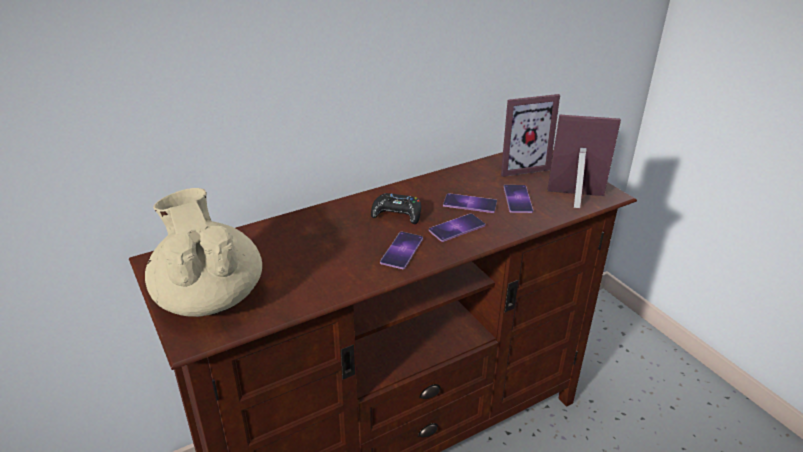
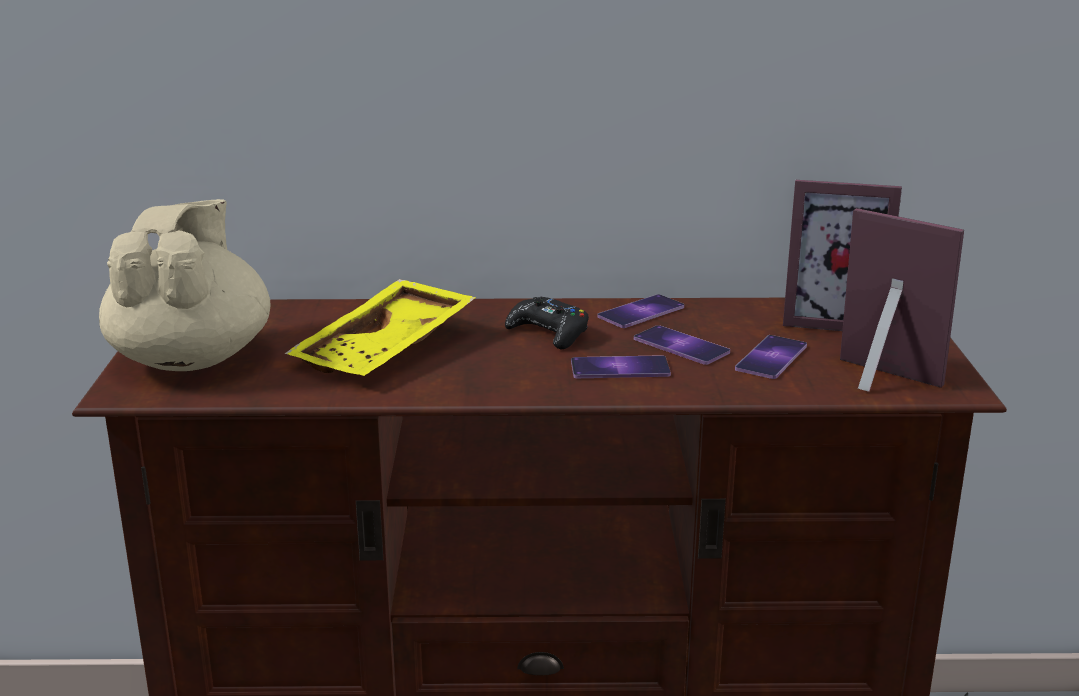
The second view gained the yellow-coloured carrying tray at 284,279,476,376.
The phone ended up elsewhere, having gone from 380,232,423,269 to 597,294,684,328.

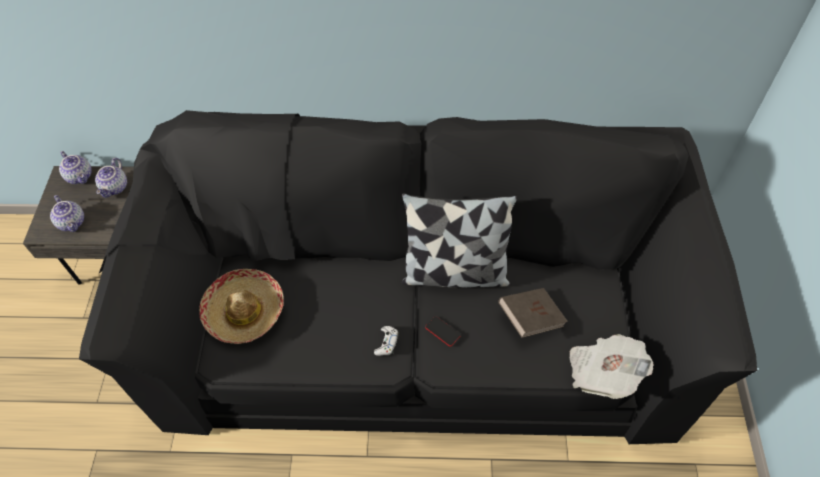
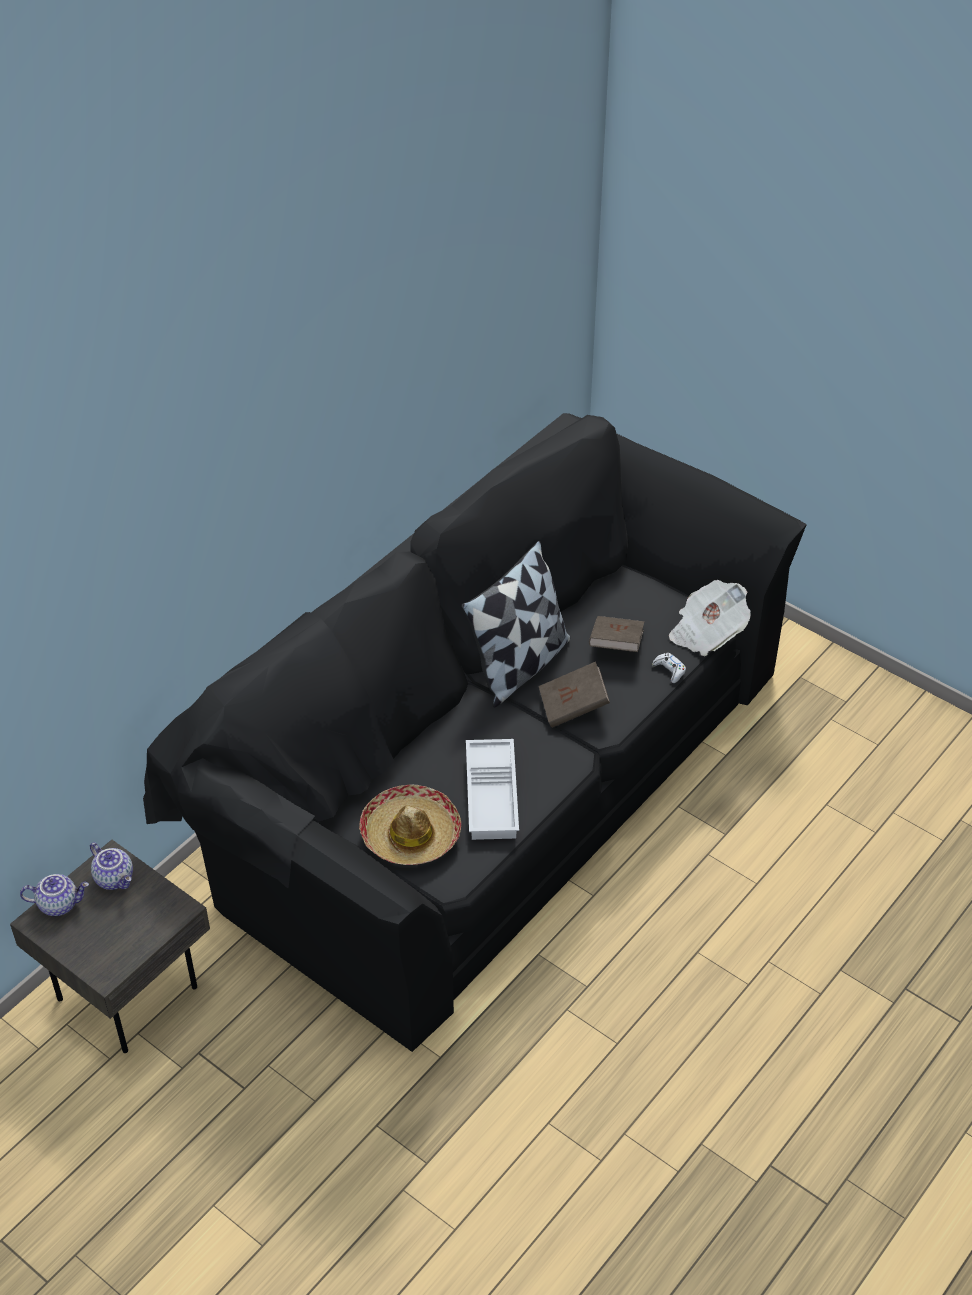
The second view lost the tea pot at 50,195,84,232.
The second view gained the white carrying tray at 466,739,519,840.
The white joypad ended up elsewhere, having gone from 374,326,399,356 to 652,653,686,683.
Where the phone stood at 425,316,461,347, the brown volume came to stand at 539,662,610,728.

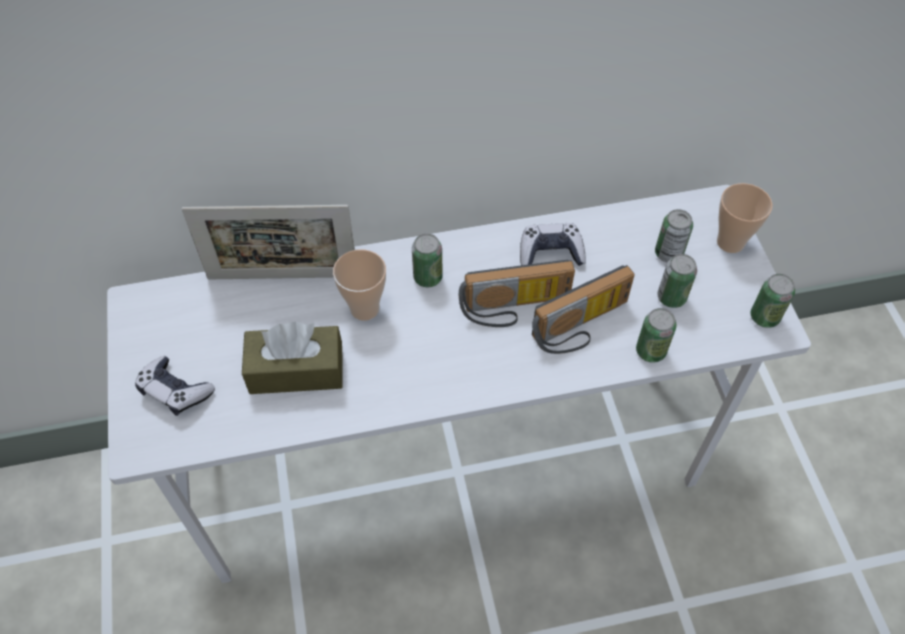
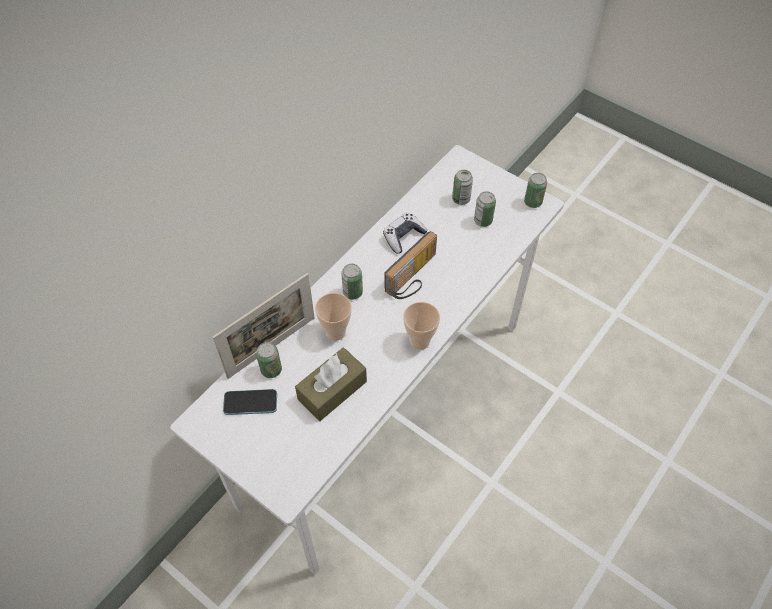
The second view lost the joypad at 135,356,215,416.
The second view lost the radio set at 532,265,635,354.
The second view gained the phone at 223,389,277,415.
The metal can ended up elsewhere, having gone from 636,308,677,363 to 256,342,282,378.
The cup ended up elsewhere, having gone from 717,183,773,253 to 403,302,440,350.

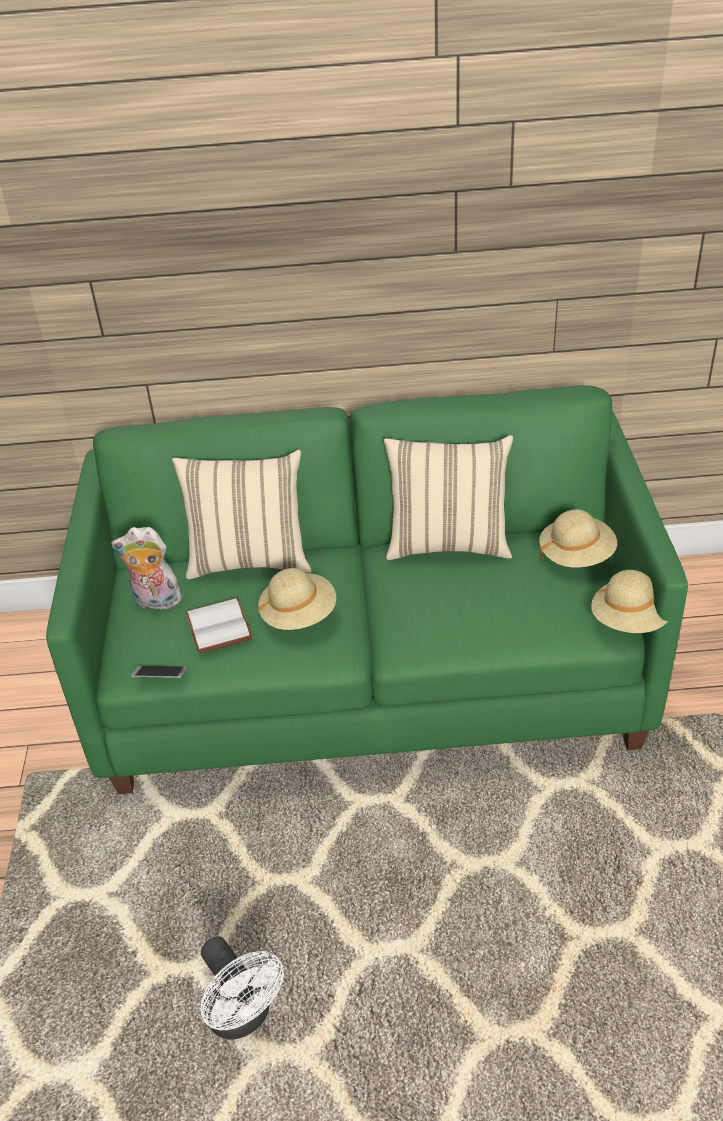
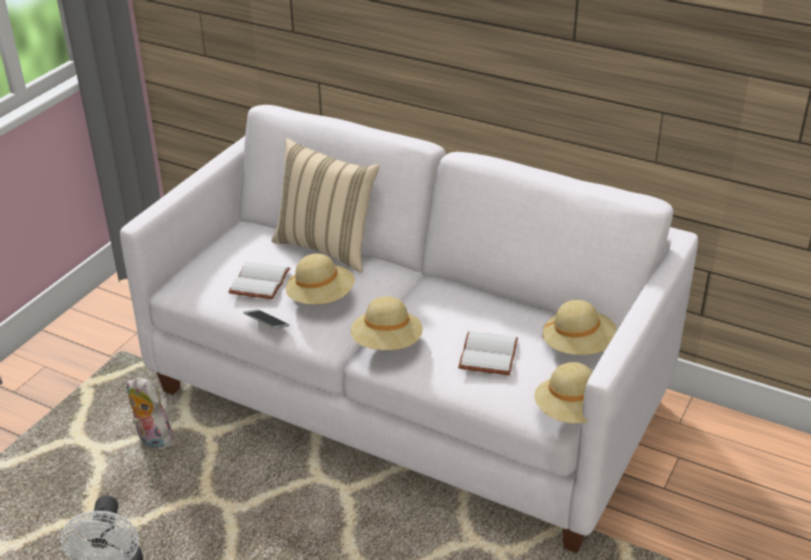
The second view lost the beige-coloured throw pillow at 384,435,513,560.
The second view gained the beige-coloured hat at 351,296,423,350.
The second view gained the white volume at 458,331,518,375.
The cuddly toy ended up elsewhere, having gone from 111,527,187,610 to 126,377,178,450.
The phone ended up elsewhere, having gone from 131,666,187,678 to 243,309,290,329.
What was the green-coloured sofa at 46,385,688,794 turned into the white sofa at 120,105,698,553.

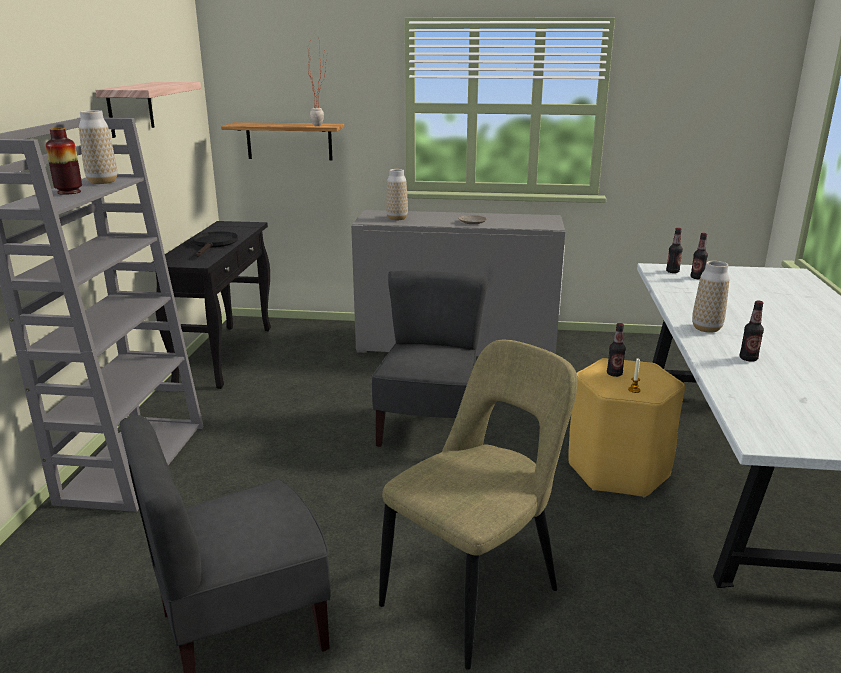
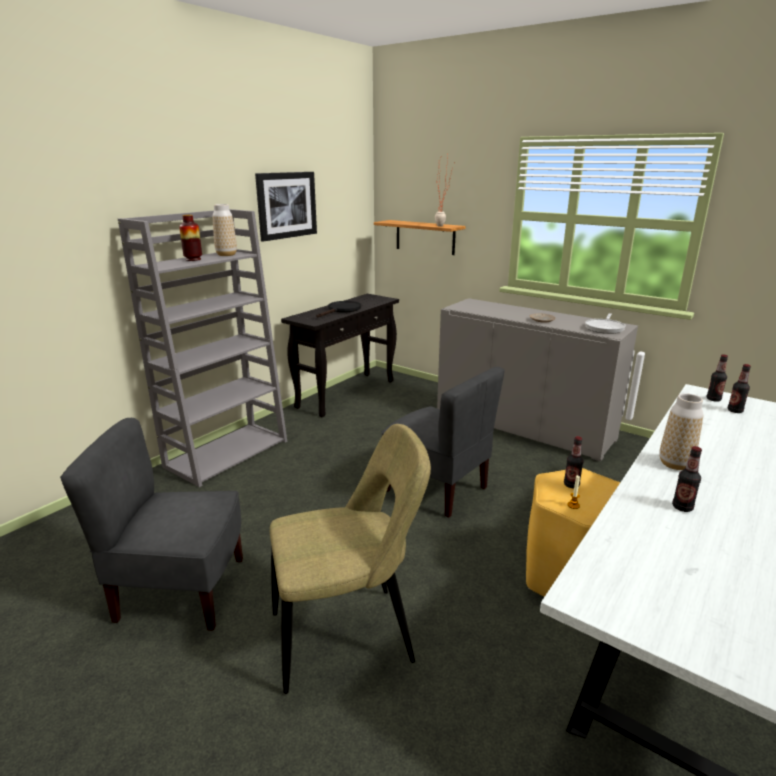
The second view lost the vase at 386,169,408,220.
The second view gained the pan at 585,313,626,334.
Where the bracket shelf hung at 95,82,201,138, the wall art came to hang at 255,172,317,242.
The greyish plain chair at 372,271,488,447 ended up facing another way, 90 degrees clockwise from before.

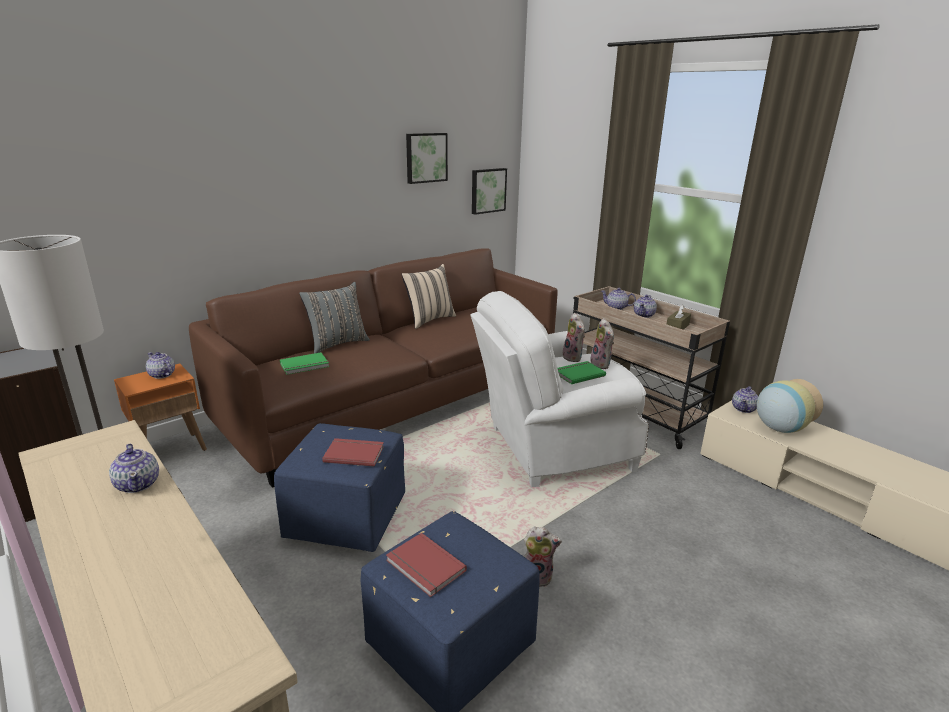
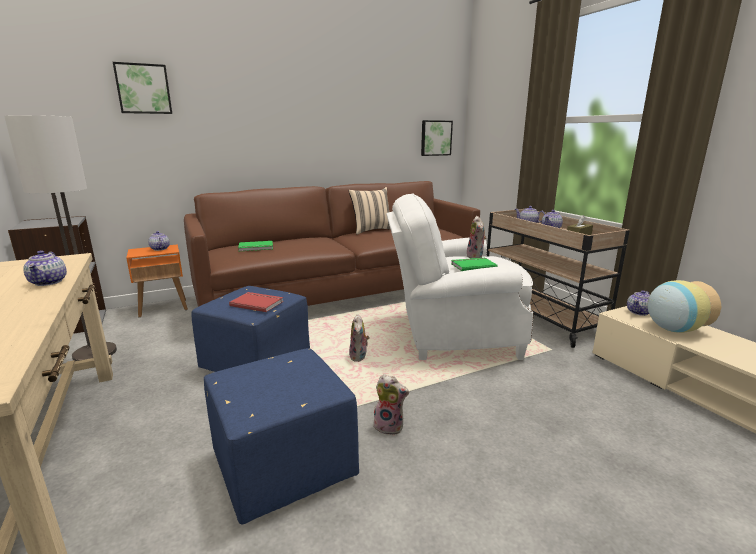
The second view lost the greyish throw pillow at 299,282,370,354.
The second view lost the reddish volume at 386,533,467,597.
The wall art ended up elsewhere, having gone from 406,133,448,184 to 113,62,172,114.
The cuddly toy ended up elsewhere, having gone from 590,318,614,369 to 349,314,369,362.

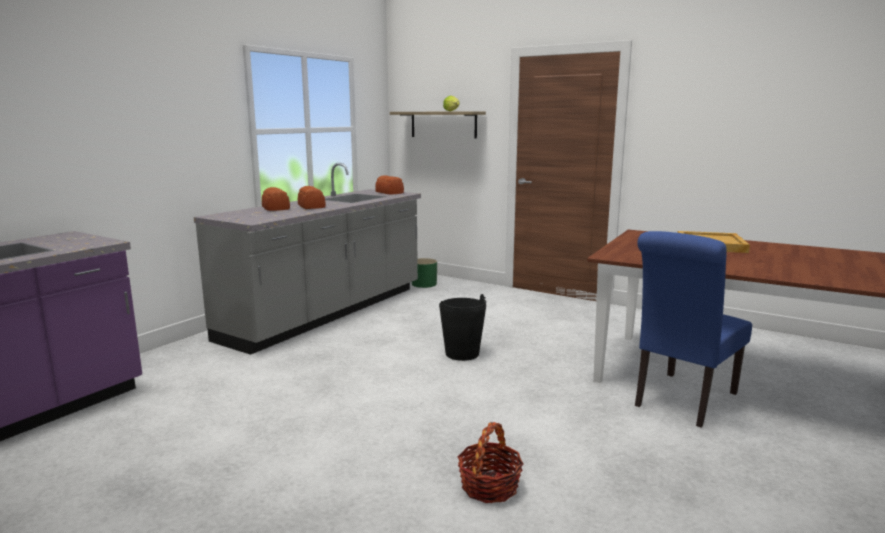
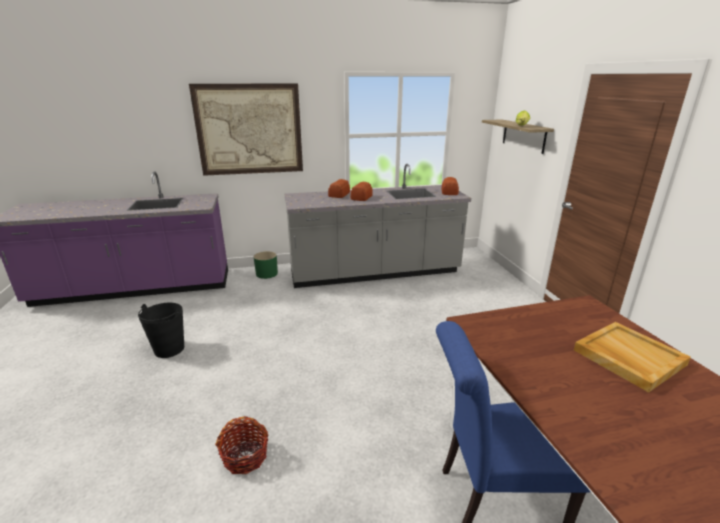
The second view gained the wall art at 189,83,303,176.
The green-coloured plant pot ended up elsewhere, having gone from 412,258,437,288 to 254,251,278,279.
The black-coloured water bucket ended up elsewhere, having gone from 439,294,486,361 to 138,303,184,358.

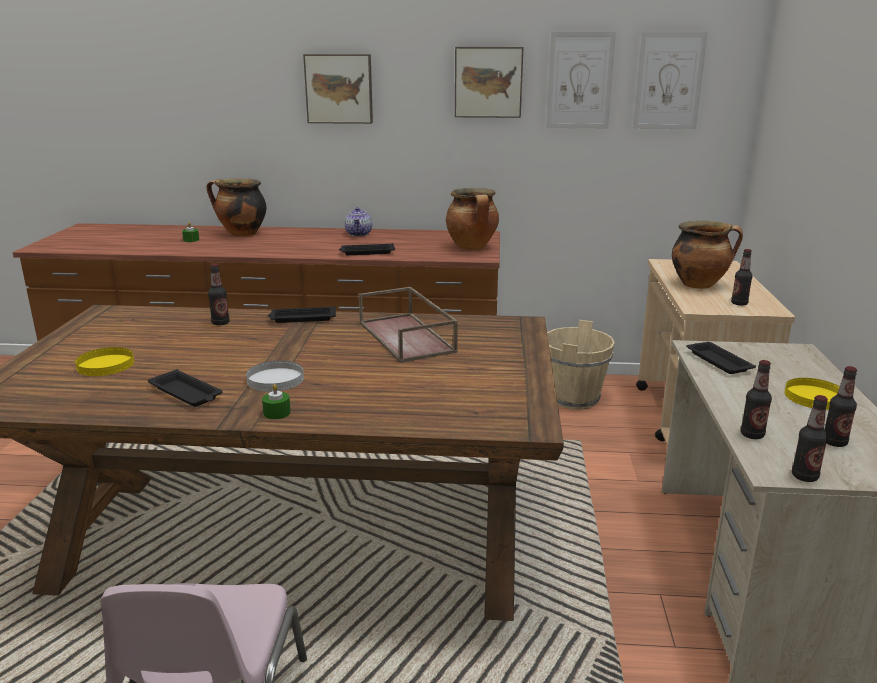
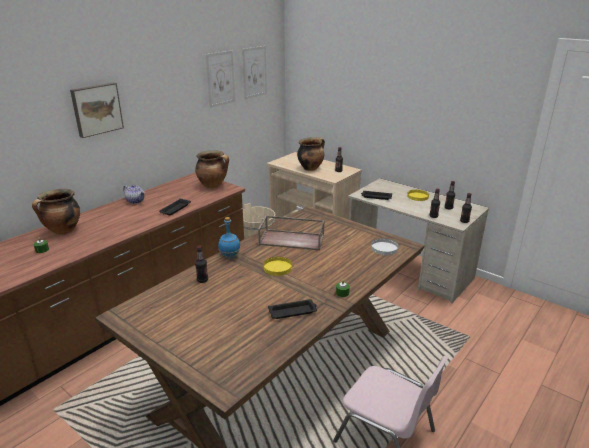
The second view lost the wall art at 455,47,524,118.
The yellow-coloured flat dish ended up elsewhere, having gone from 75,347,134,376 to 263,257,292,276.
The white flat dish ended up elsewhere, having gone from 246,361,304,392 to 371,238,398,255.
Where the black-coloured carrying tray stood at 268,306,336,323, the blue-coloured beverage bottle came to stand at 218,217,240,259.

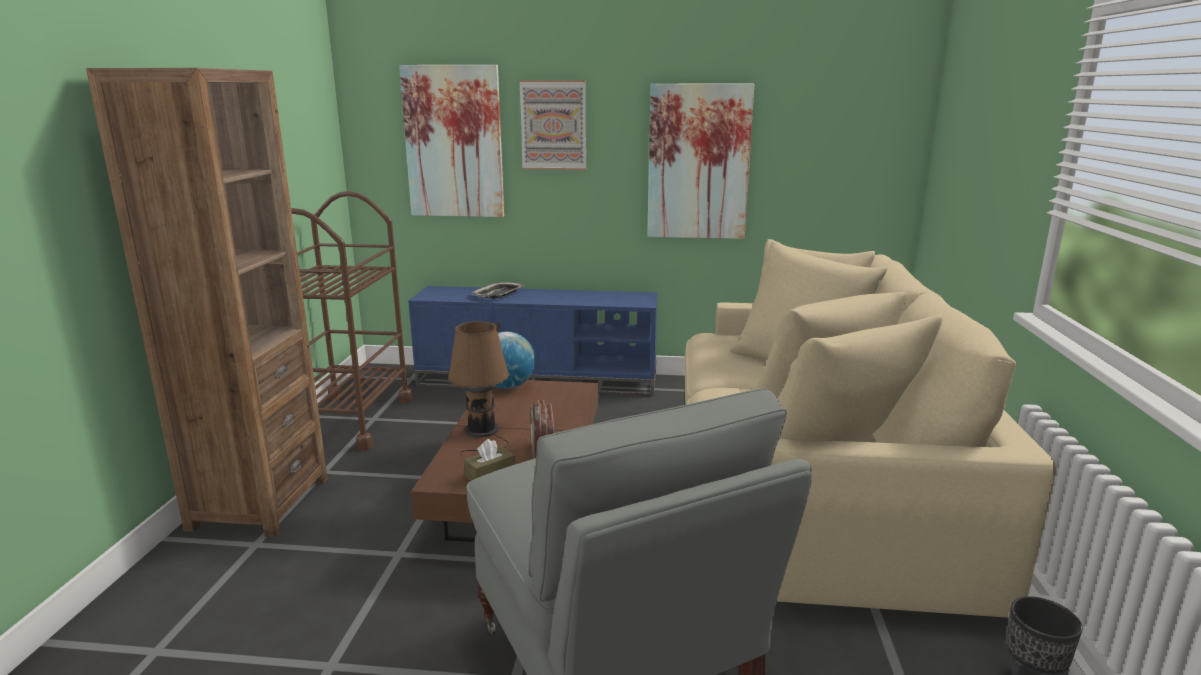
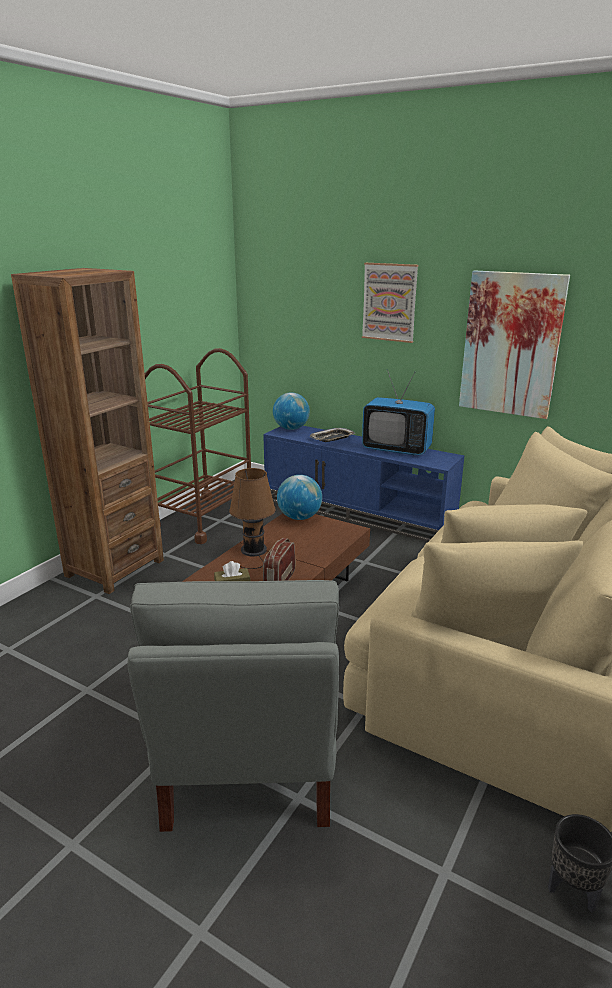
The second view lost the wall art at 399,65,504,217.
The second view gained the world globe at 273,393,310,430.
The second view gained the television at 362,369,435,456.

